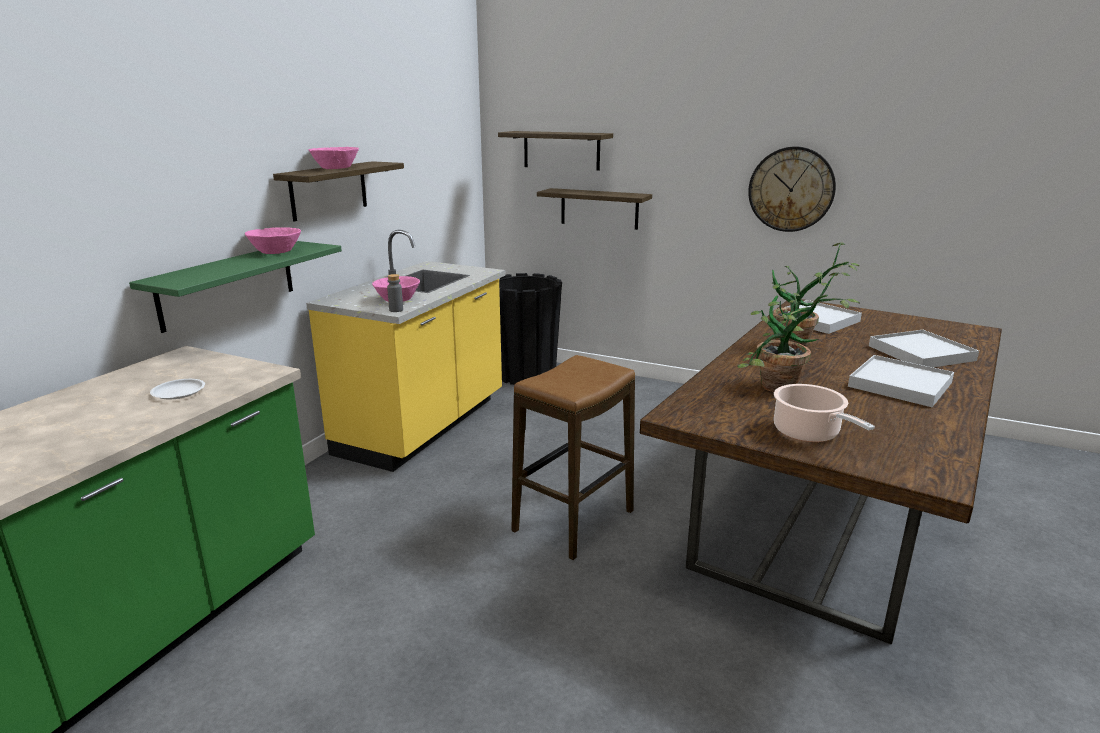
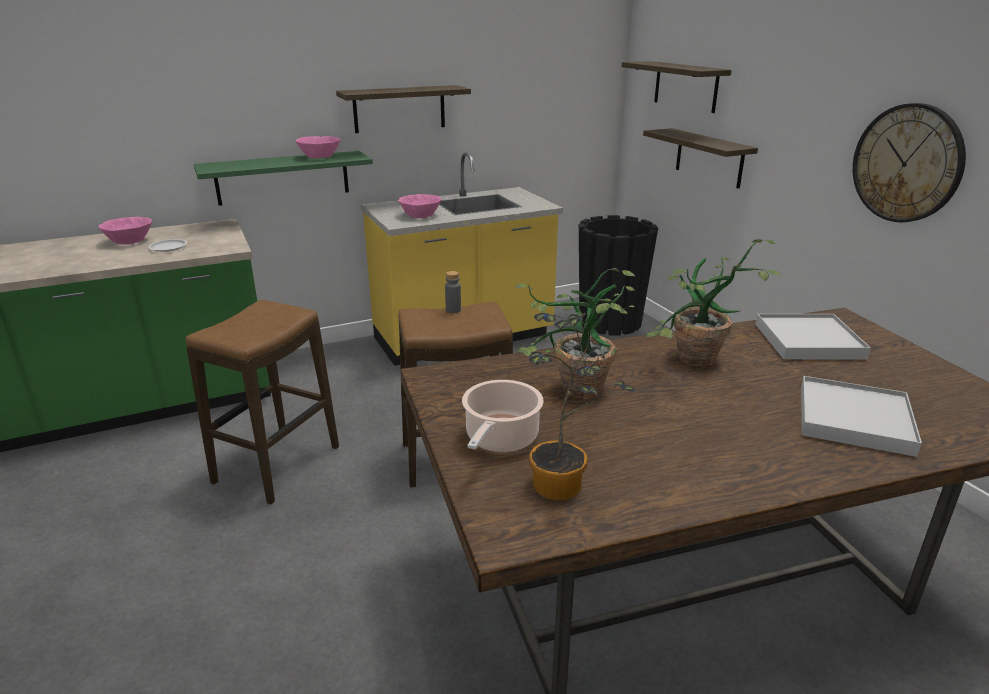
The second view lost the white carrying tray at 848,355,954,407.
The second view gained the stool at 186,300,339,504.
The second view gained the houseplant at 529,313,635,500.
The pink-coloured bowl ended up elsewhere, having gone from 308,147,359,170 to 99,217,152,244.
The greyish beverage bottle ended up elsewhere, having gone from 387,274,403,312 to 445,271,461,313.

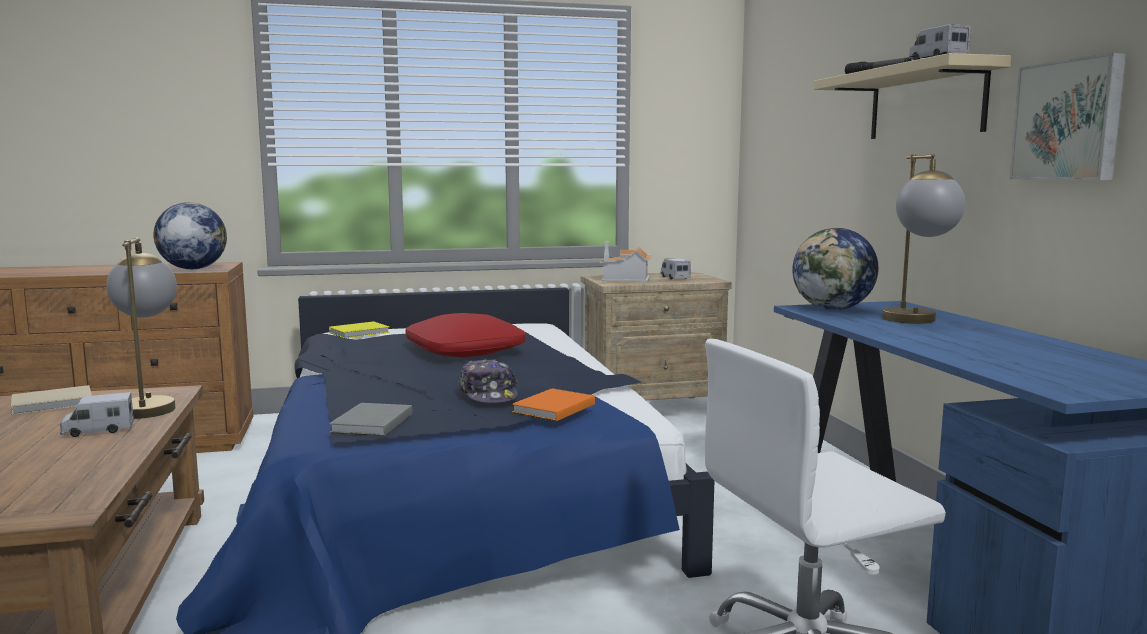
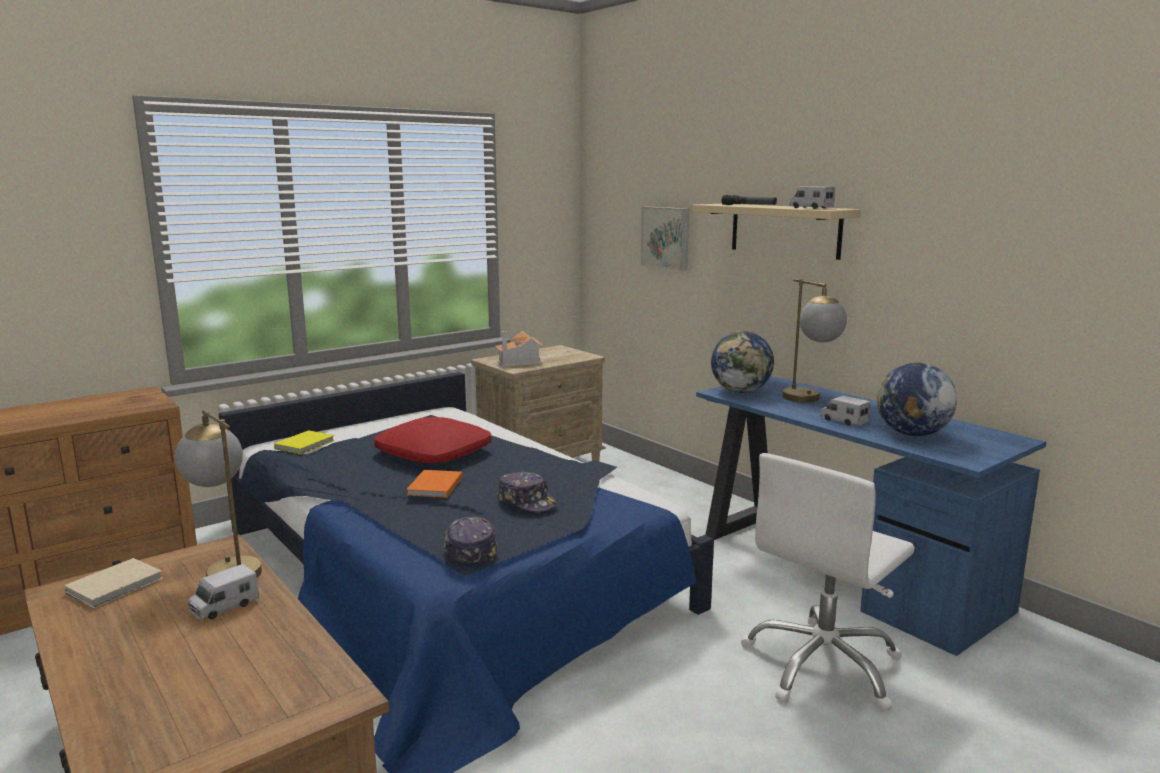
The world globe ended up elsewhere, having gone from 153,202,227,269 to 877,362,957,436.
The orangey volume ended up elsewhere, having gone from 512,389,595,421 to 406,470,462,498.
The toy truck ended up elsewhere, having gone from 660,258,691,279 to 820,396,871,426.
The wall art ended up elsewhere, having gone from 1010,52,1126,180 to 641,207,689,271.
Where the greyish volume stood at 329,403,412,436, the peaked cap came to stand at 442,517,498,563.

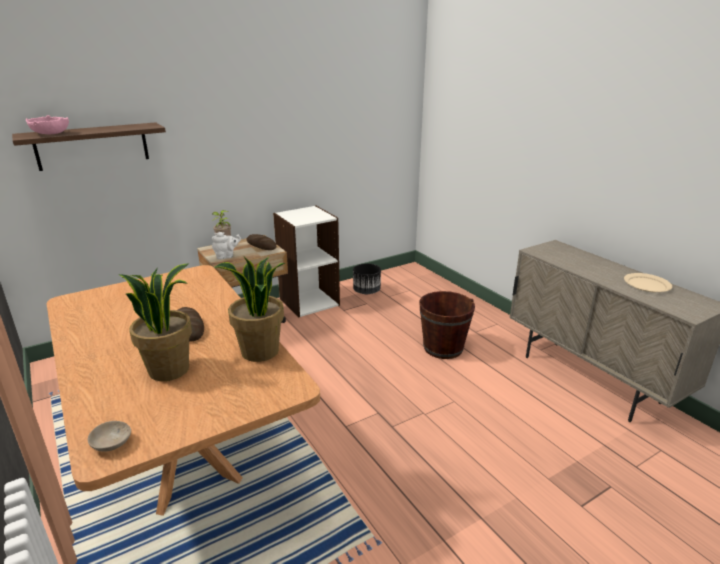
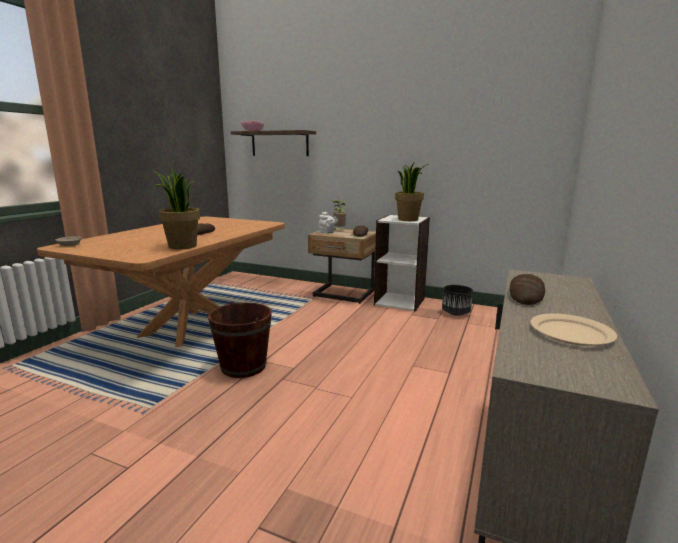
The second view gained the bakery bread at 510,274,545,305.
The houseplant ended up elsewhere, having gone from 119,263,192,381 to 395,163,428,221.
The brown water bucket ended up elsewhere, having gone from 419,291,475,359 to 208,301,272,378.

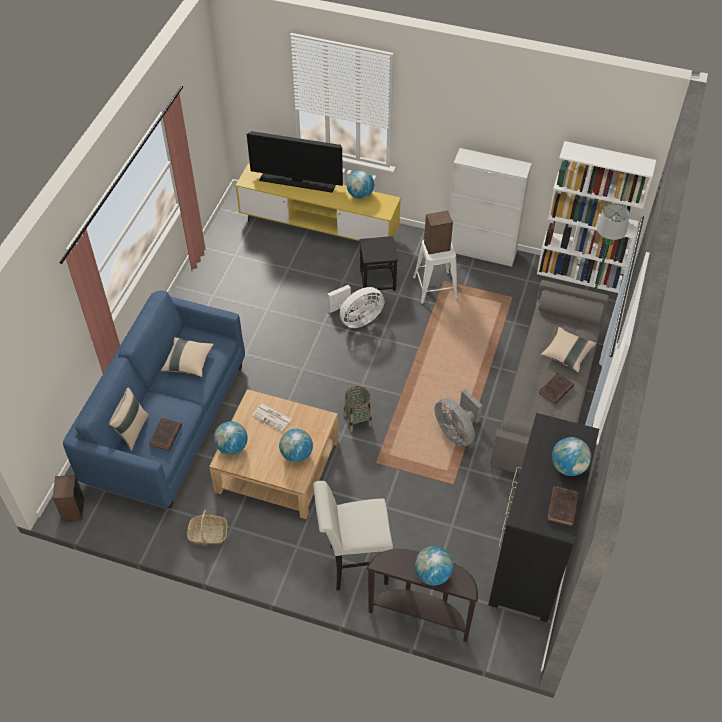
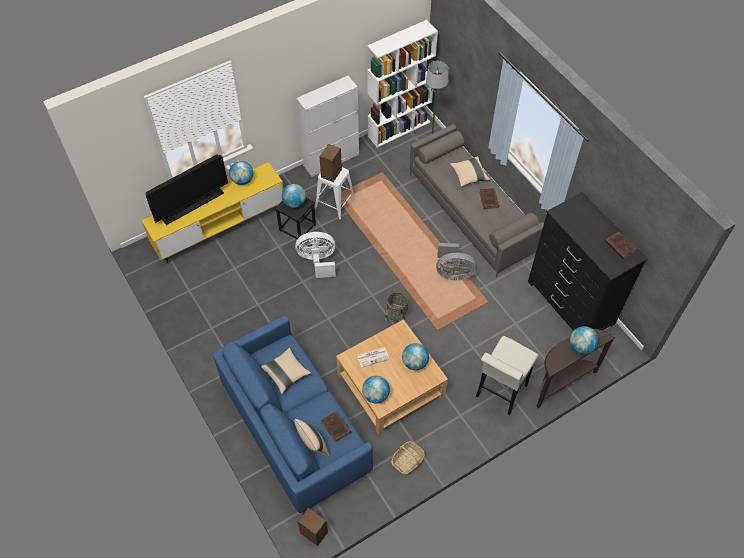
The world globe ended up elsewhere, having gone from 552,437,591,476 to 282,184,306,208.
The white cooling fan at 328,285,384,328 ended up facing another way, 105 degrees counterclockwise from before.

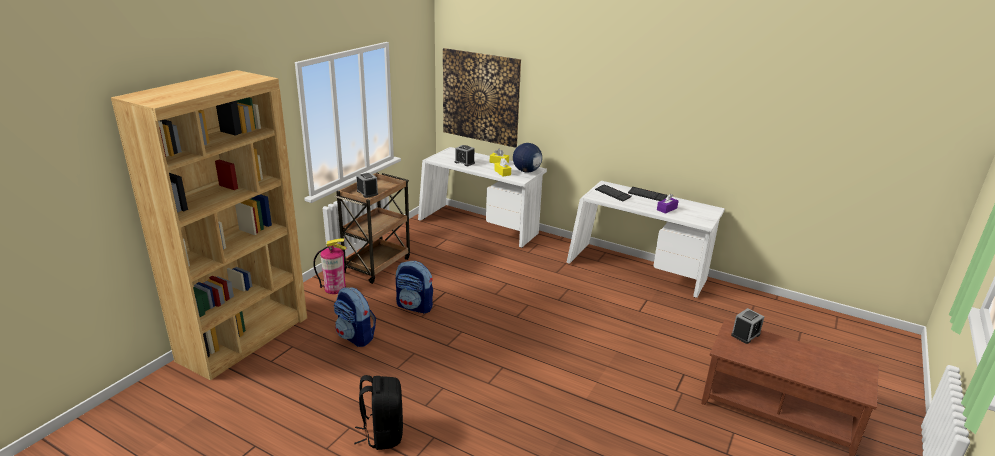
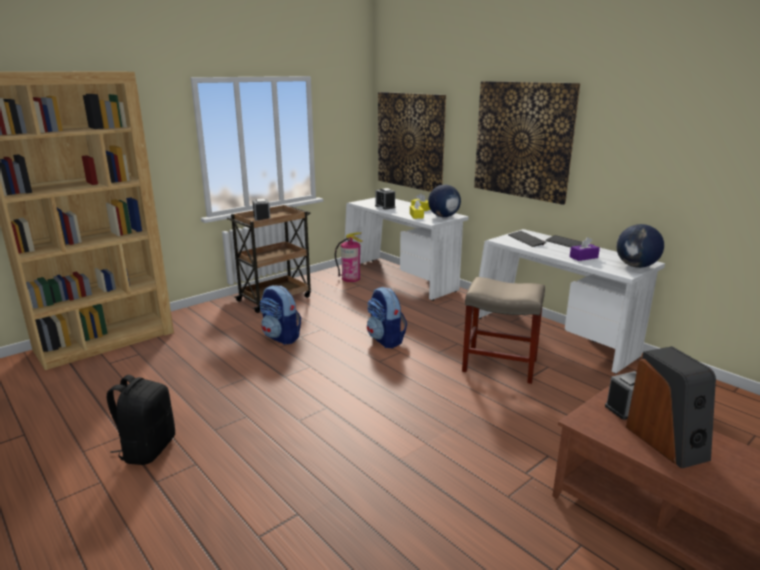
The second view gained the beige-coloured stool at 462,277,545,384.
The second view gained the wall art at 474,81,580,205.
The second view gained the world globe at 616,224,664,268.
The second view gained the loudspeaker at 626,346,716,469.
The extinguisher ended up elsewhere, having gone from 313,238,347,294 to 335,232,363,282.
The backpack ended up elsewhere, having gone from 334,287,376,347 to 367,287,407,348.

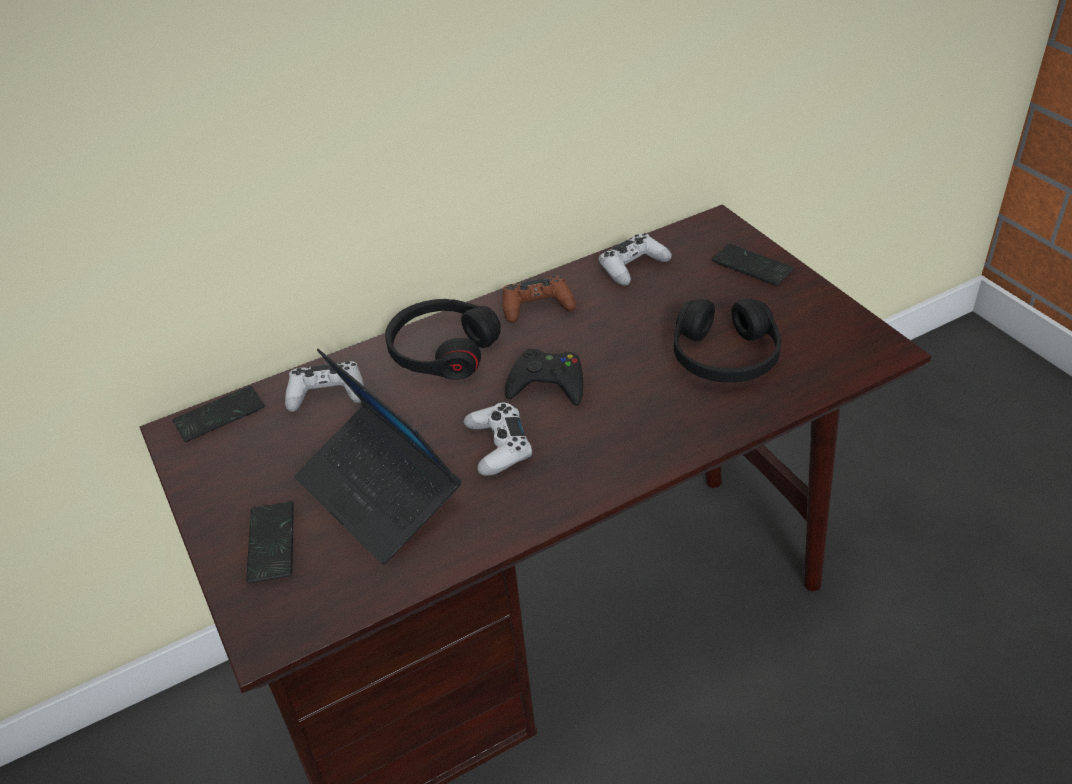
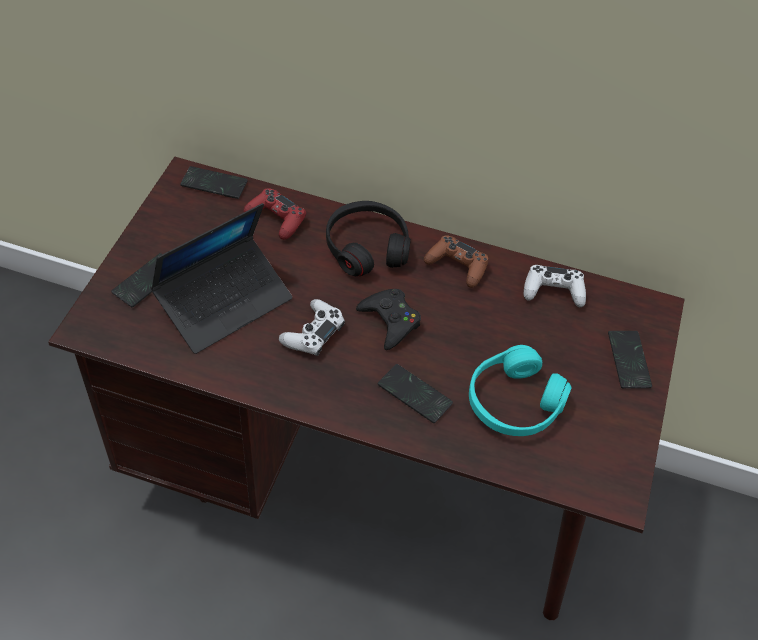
The second view gained the phone at 378,364,453,423.
What was the white joypad at 285,361,364,412 turned into the reddish joypad at 244,188,306,240.
What was the black-coloured headphones at 674,299,781,382 turned into the turquoise headphones at 469,345,572,436.
The portable computer at 294,349,461,565 ended up facing another way, 135 degrees counterclockwise from before.

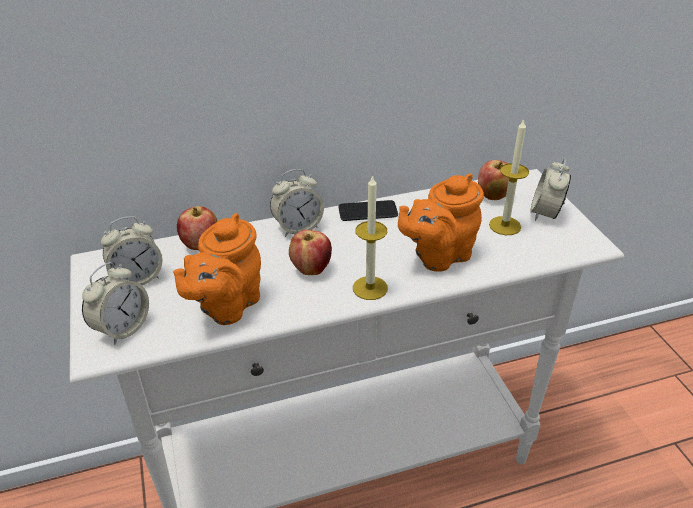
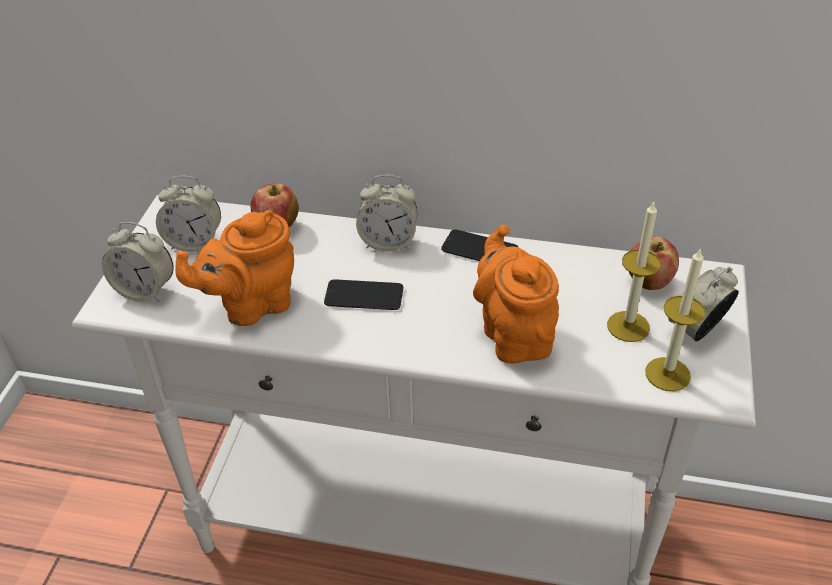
The candle ended up elsewhere, having gone from 353,175,388,300 to 645,248,705,391.
Where the apple stood at 289,230,332,275, the phone came to stand at 324,279,404,310.
The table clock at 82,262,149,345 ended up facing another way, 45 degrees clockwise from before.
The orangey tea pot at 398,174,484,272 ended up facing another way, 75 degrees clockwise from before.

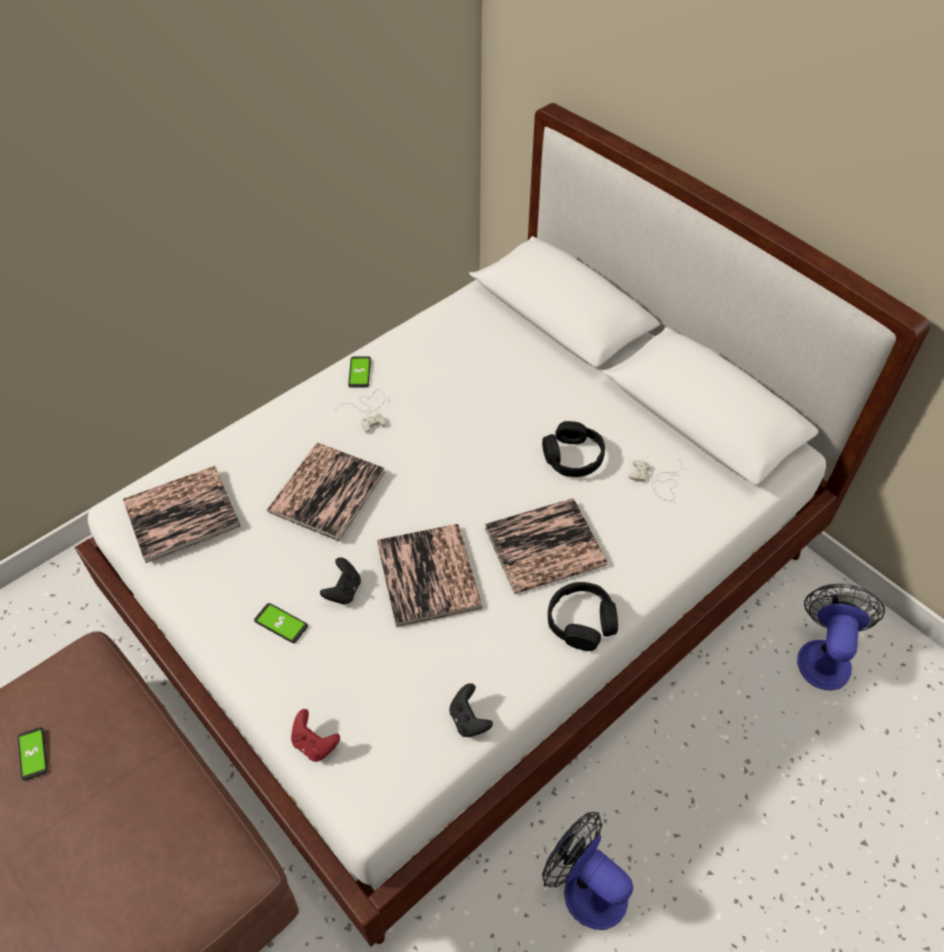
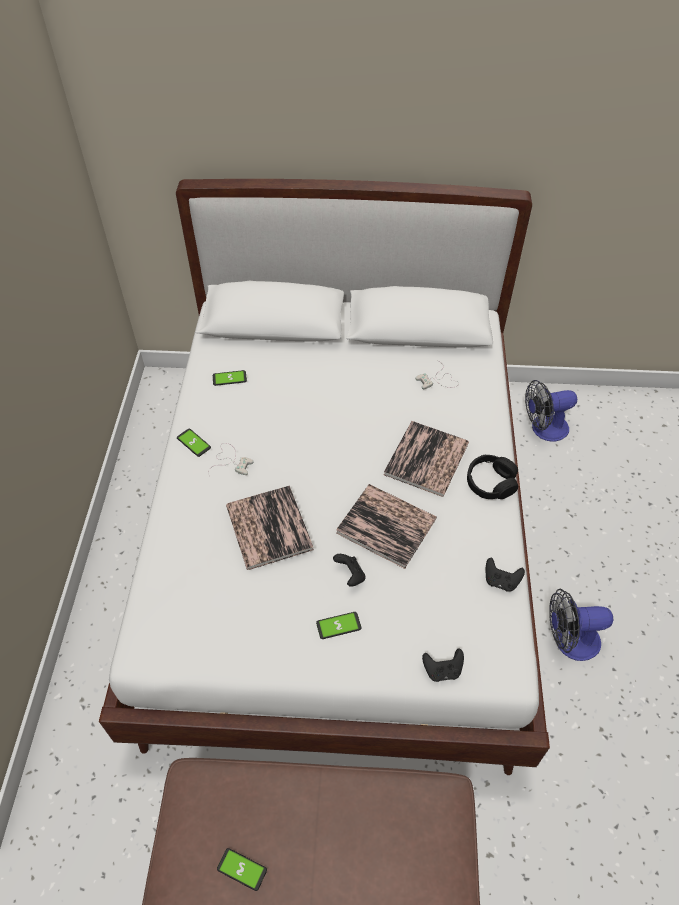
The second view lost the volume at 123,466,241,563.
The second view lost the black-coloured headphones at 542,421,605,477.
The second view gained the phone at 213,370,247,386.
What was the reddish joypad at 291,709,340,762 turned into the black-coloured joypad at 422,648,464,682.
The cooling fan at 797,584,885,690 ended up facing another way, 75 degrees counterclockwise from before.

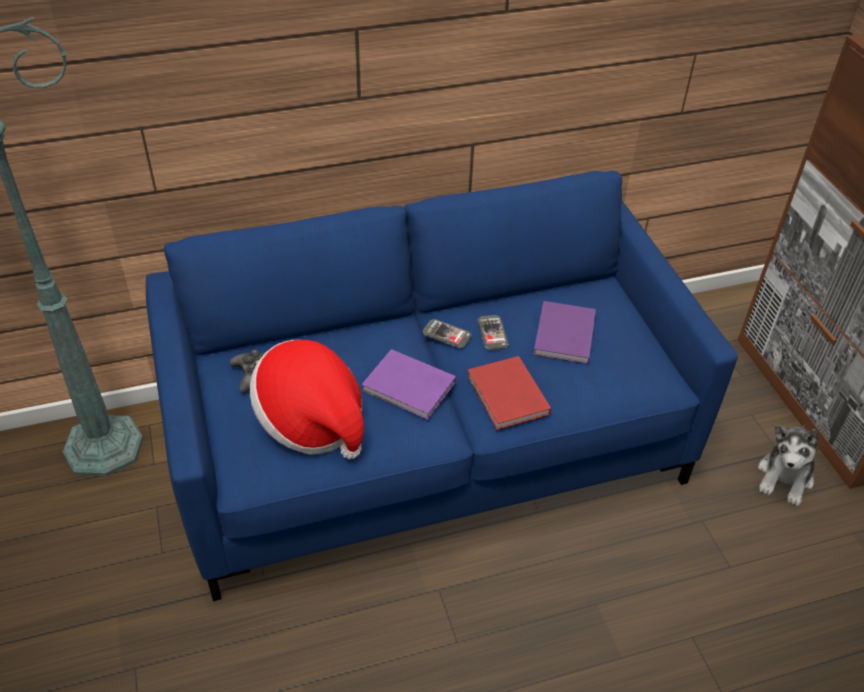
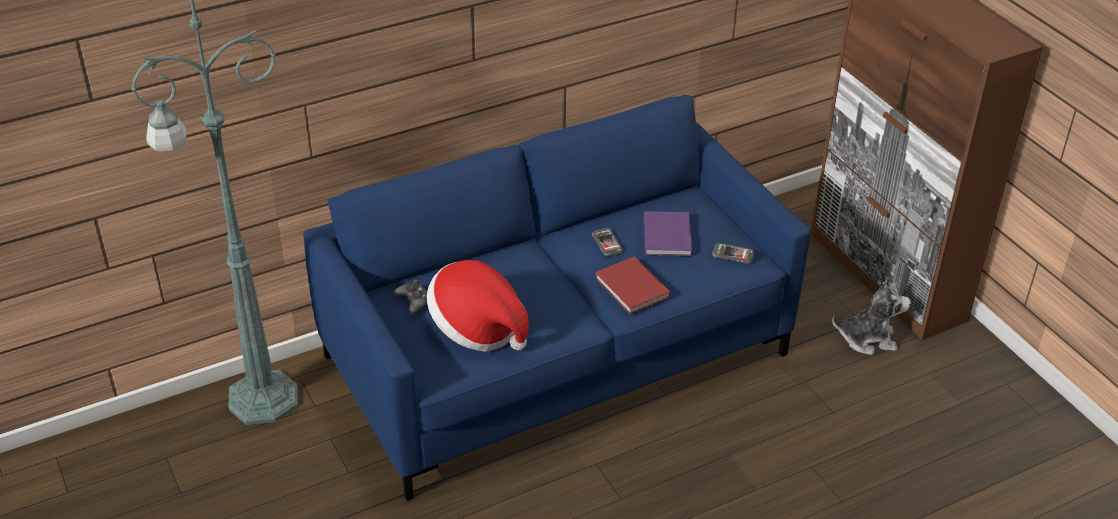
The second view lost the purplish volume at 362,349,456,420.
The phone ended up elsewhere, having gone from 423,319,472,349 to 712,243,755,264.
The cuddly toy at 758,425,818,506 ended up facing another way, 105 degrees counterclockwise from before.

